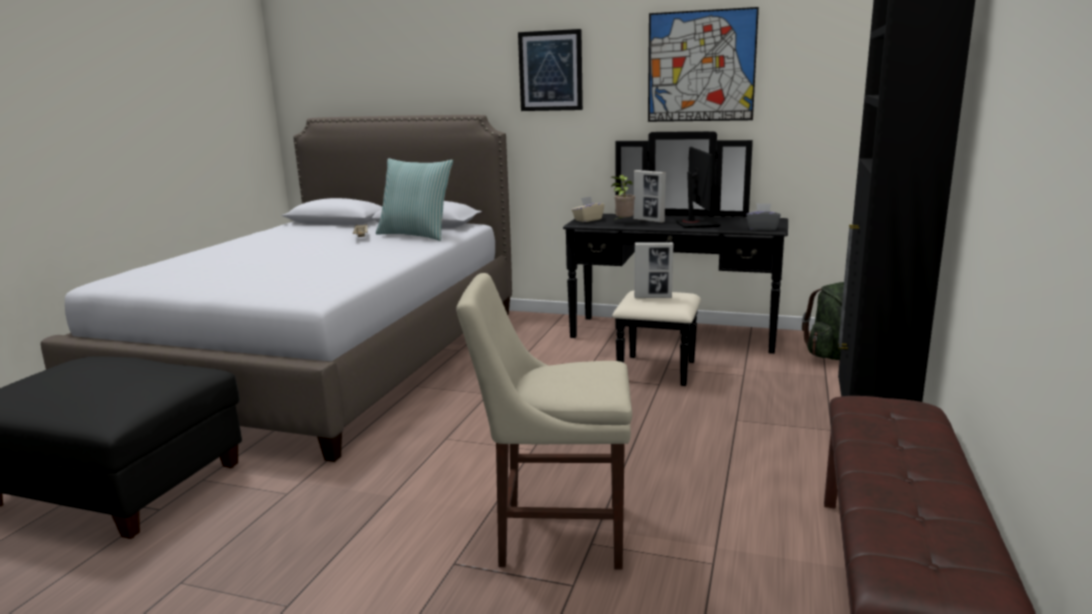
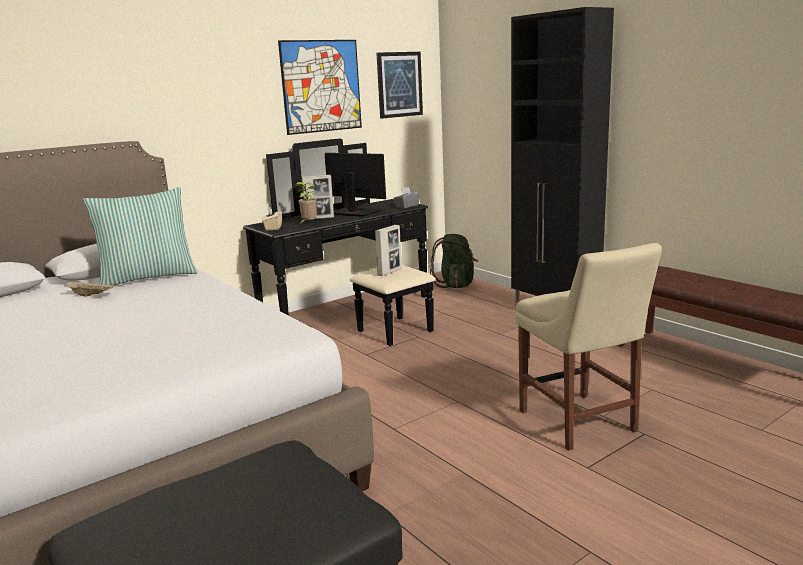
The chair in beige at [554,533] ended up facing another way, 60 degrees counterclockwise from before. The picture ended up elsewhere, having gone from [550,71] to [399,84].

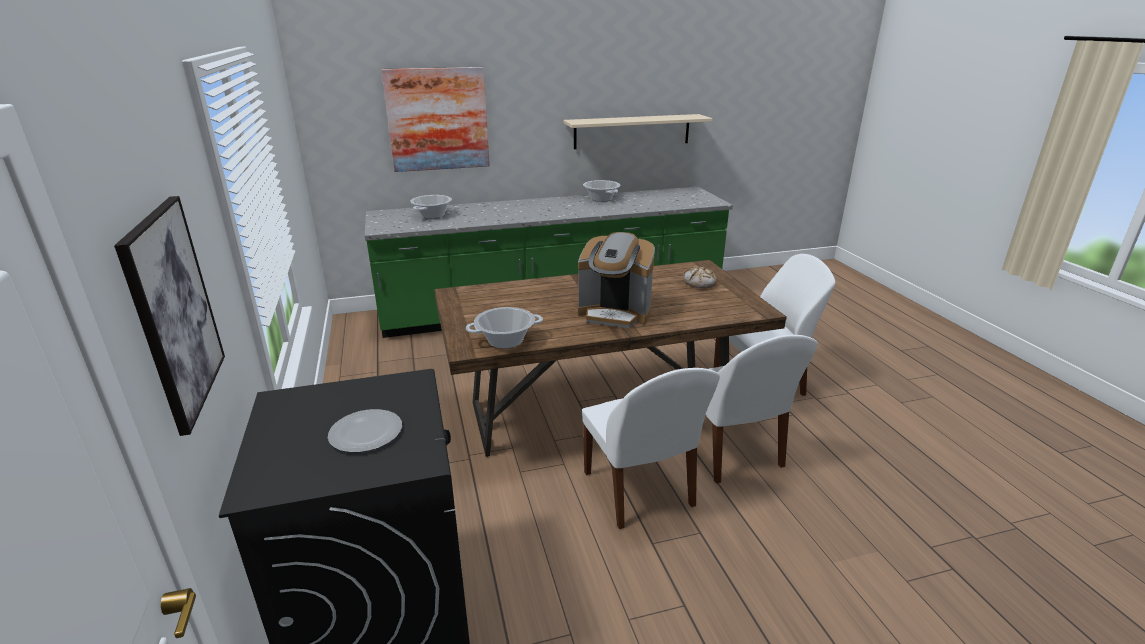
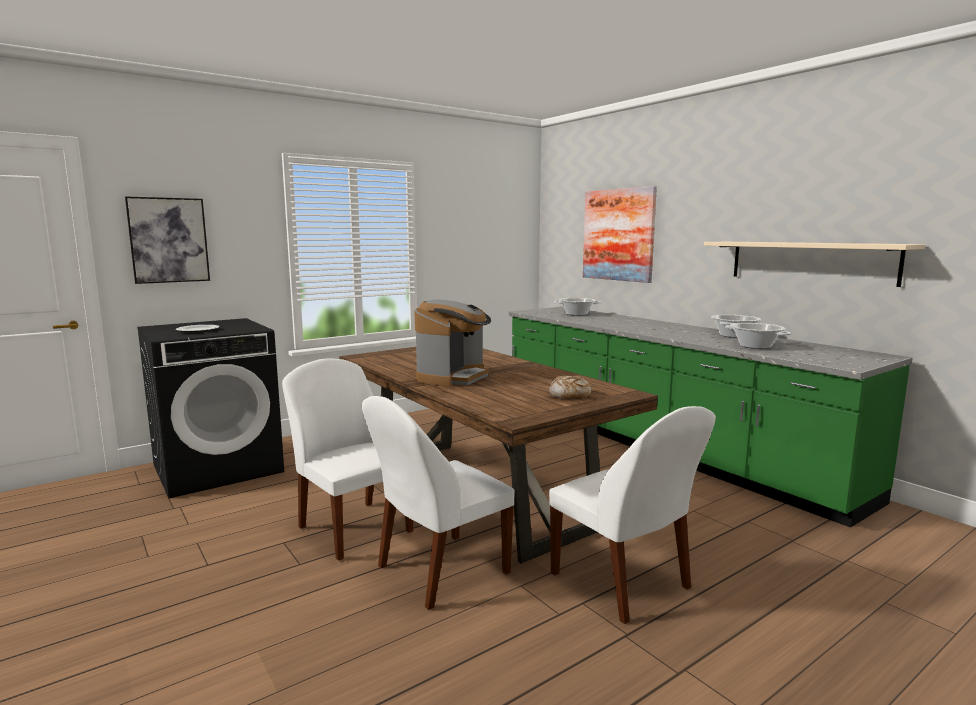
The cooking pot ended up elsewhere, having gone from [505,341] to [755,346]. The coffee machine at [615,313] ended up facing another way, 150 degrees counterclockwise from before. The chair in white at [639,491] ended up facing another way, 90 degrees clockwise from before.

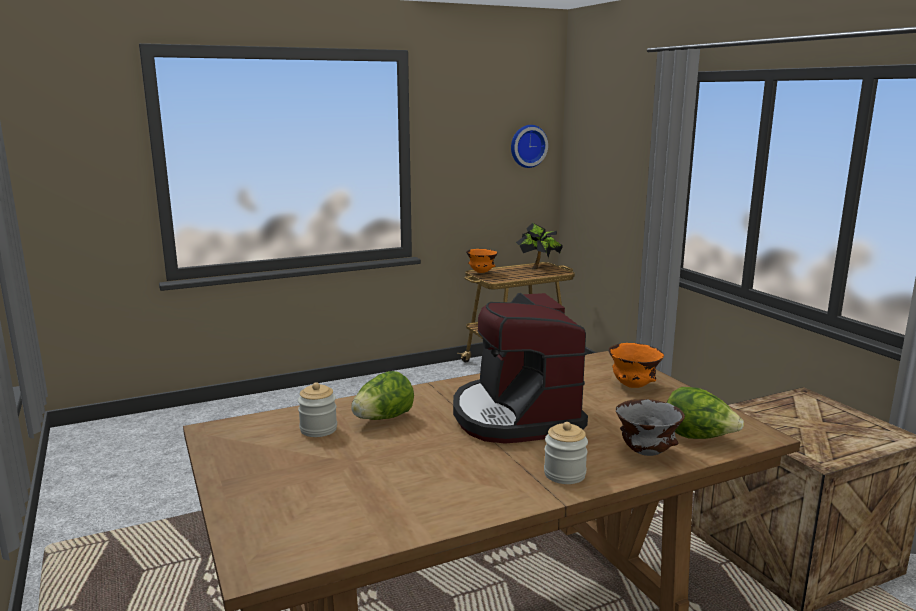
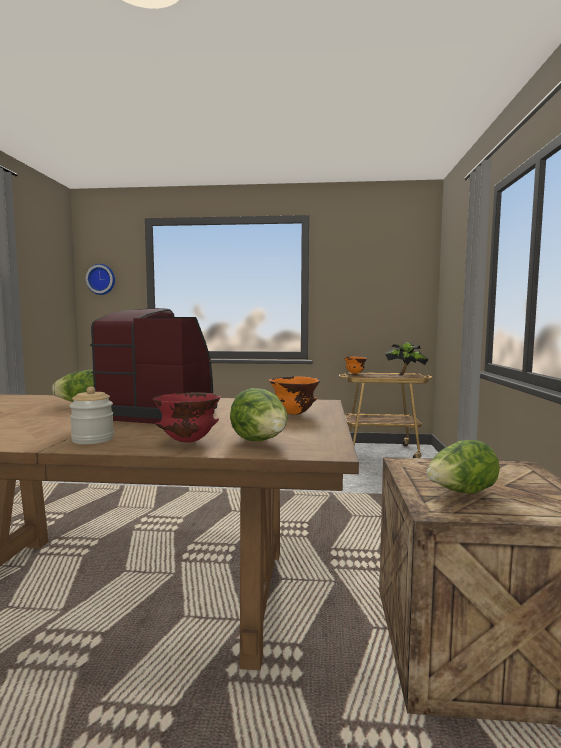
The second view lost the jar at [318,429]. The coffee machine at [515,416] ended up facing another way, 90 degrees clockwise from before. The wall clock ended up elsewhere, having gone from [527,146] to [101,279]. What was the bowl in grey at [645,453] turned into the bowl in red at [187,441]. The second view gained the lettuce at [460,493].

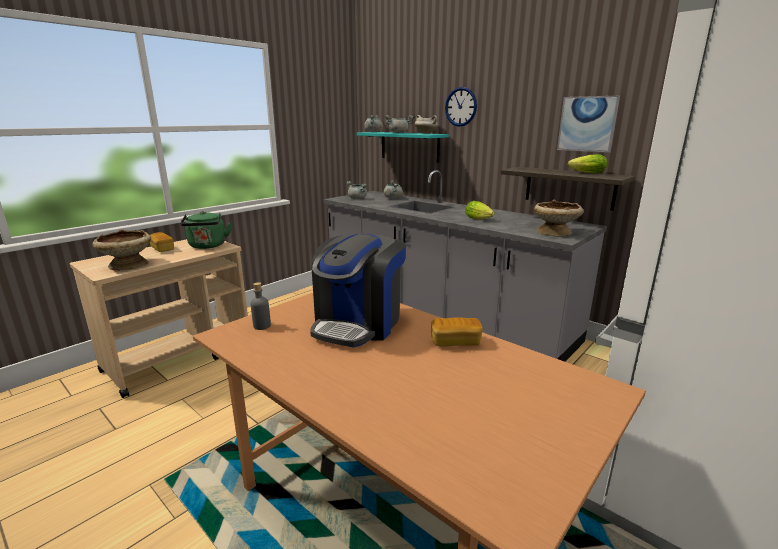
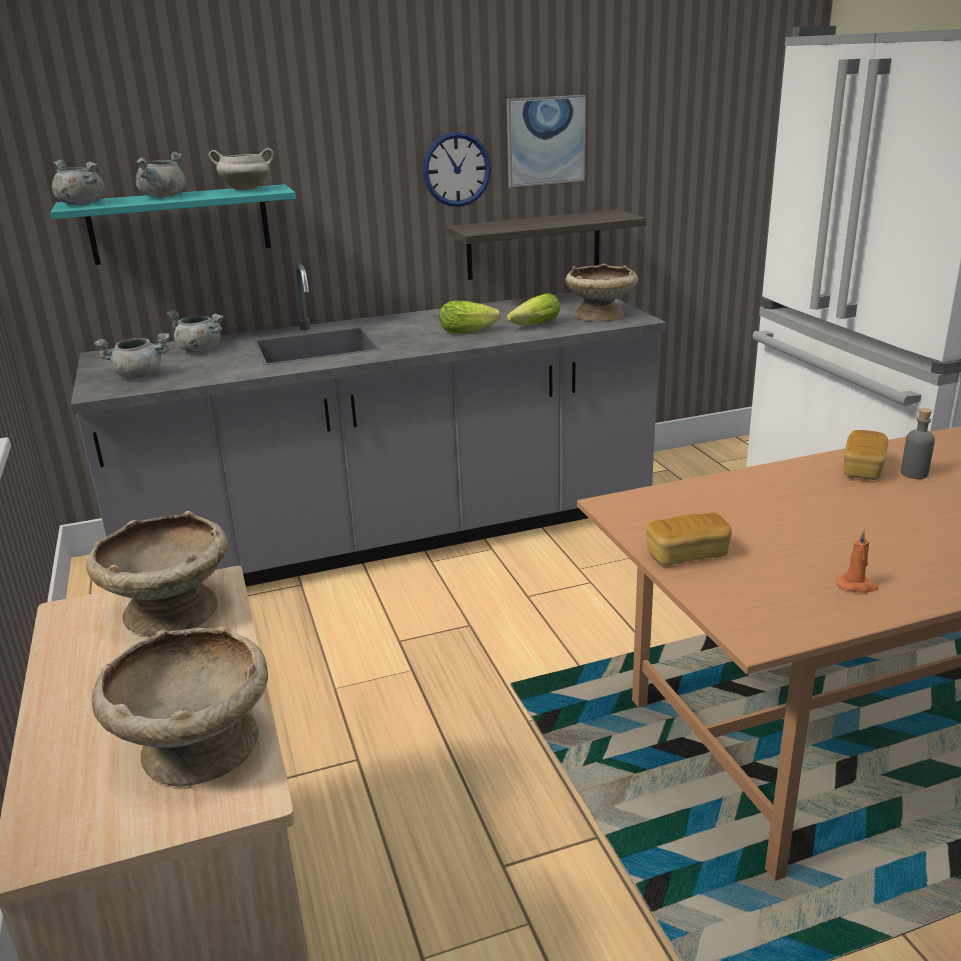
The bread ended up elsewhere, having gone from [162,249] to [687,555]. Where the kettle in green stood at [207,246], the bowl in beige came to stand at [171,609]. The bottle in grey ended up elsewhere, having gone from [262,326] to [914,474]. The second view lost the coffee machine at [358,324]. The wall clock ended up elsewhere, having gone from [460,107] to [456,169]. The lettuce ended up elsewhere, having gone from [585,173] to [532,326]. The second view gained the candle in orange at [856,586].

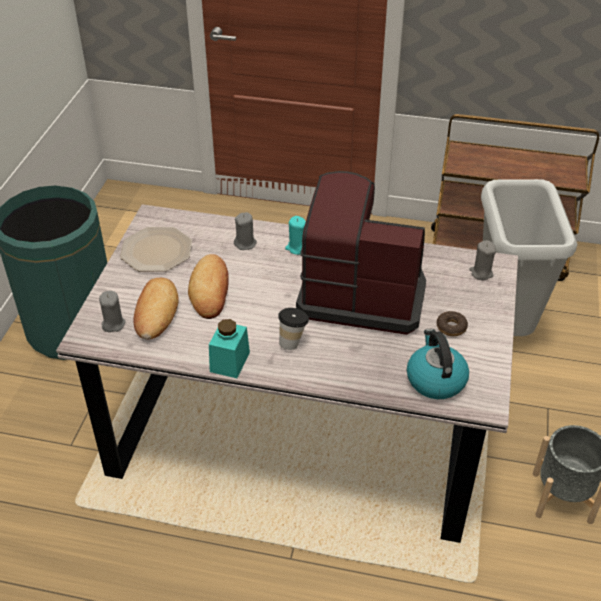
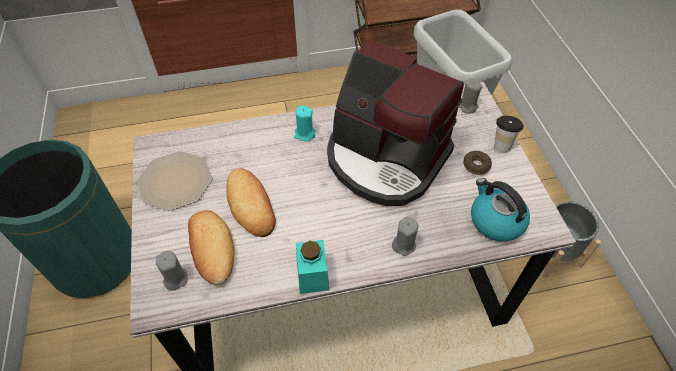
The candle in grey ended up elsewhere, having gone from [245,243] to [404,244]. The cup ended up elsewhere, having gone from [293,342] to [502,144]. The coffee machine at [361,293] ended up facing another way, 135 degrees counterclockwise from before.

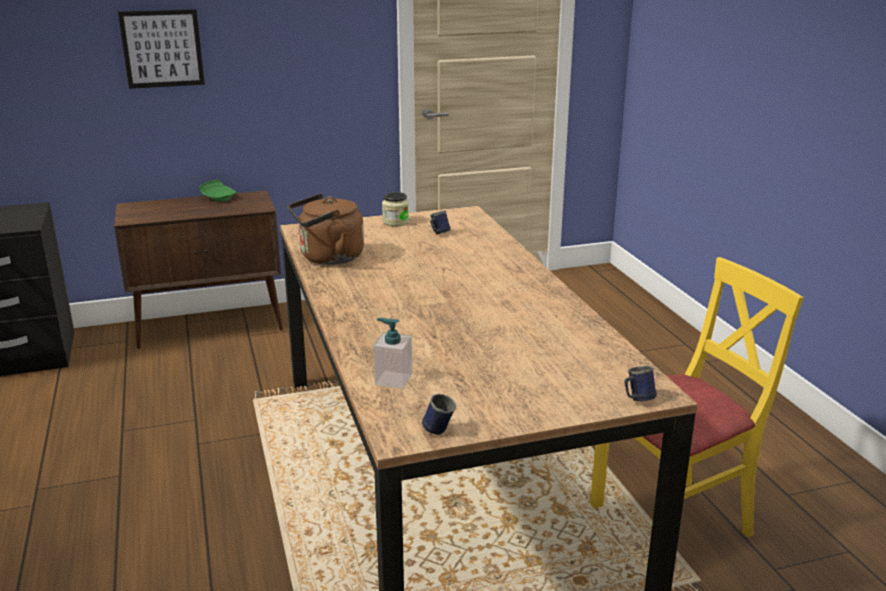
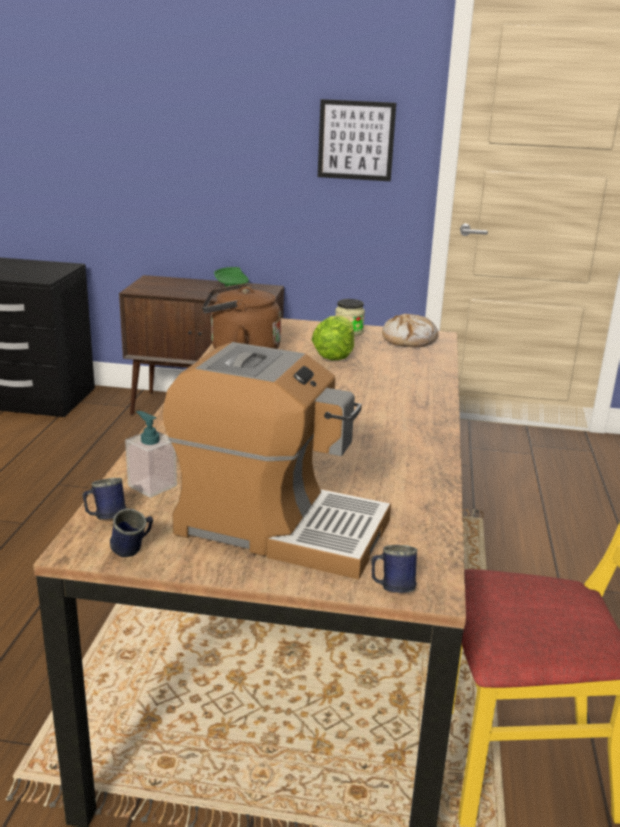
The picture ended up elsewhere, having gone from [162,48] to [356,140]. The mug in blue ended up elsewhere, having gone from [438,234] to [105,517]. The second view gained the coffee machine at [278,527]. The second view gained the lettuce at [334,355]. The second view gained the bread at [409,340].

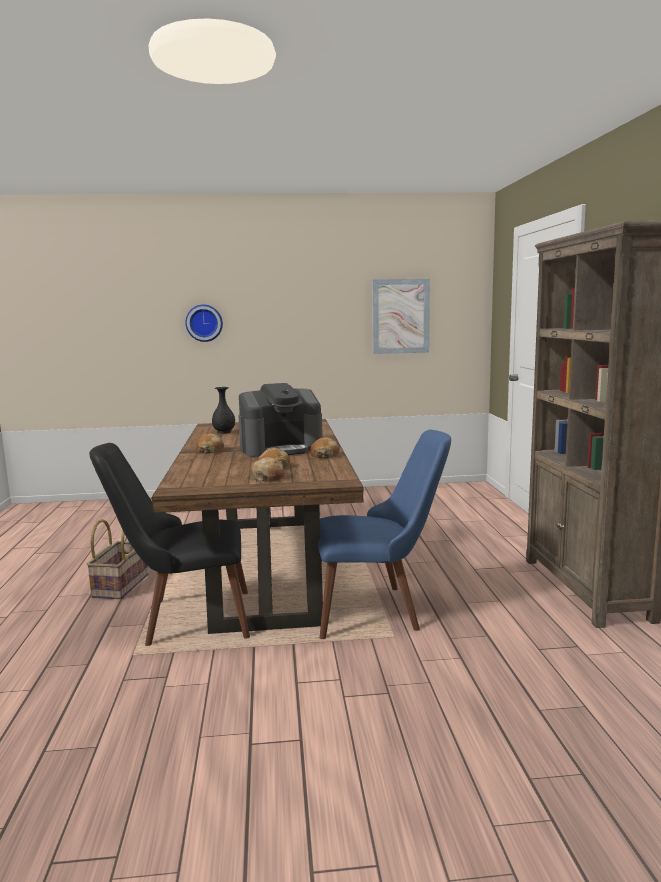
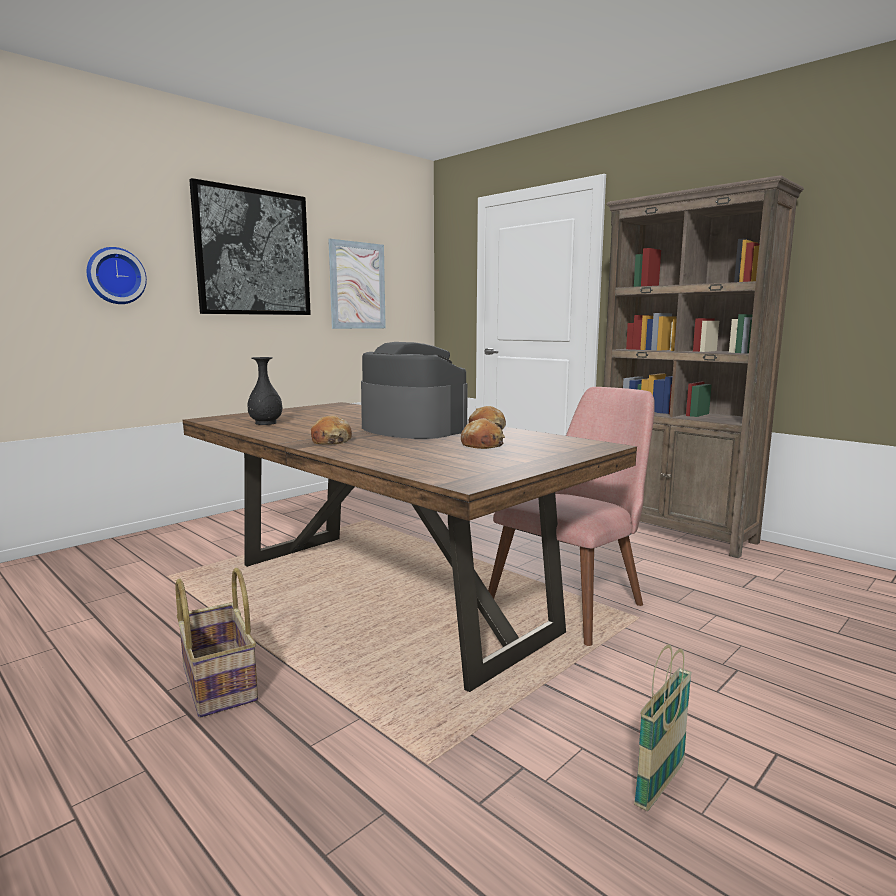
The second view lost the chair in black at [182,620]. The coffee machine at [281,448] ended up facing another way, 75 degrees counterclockwise from before. The second view lost the bread at [268,477]. What was the chair in blue at [378,609] turned into the chair in pink at [575,598]. The second view gained the picture at [253,253]. The second view gained the basket at [660,785].

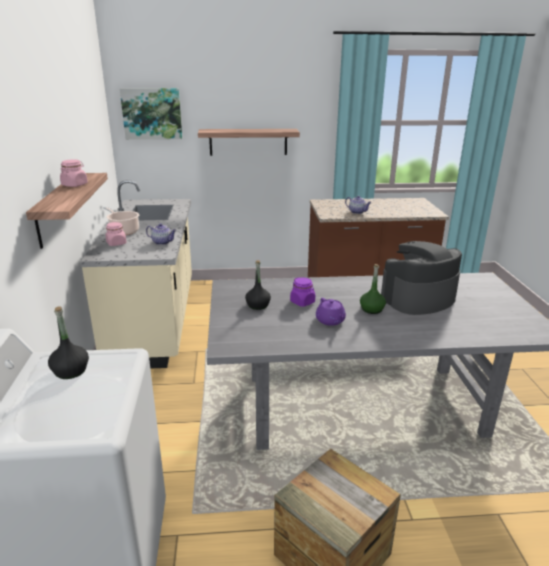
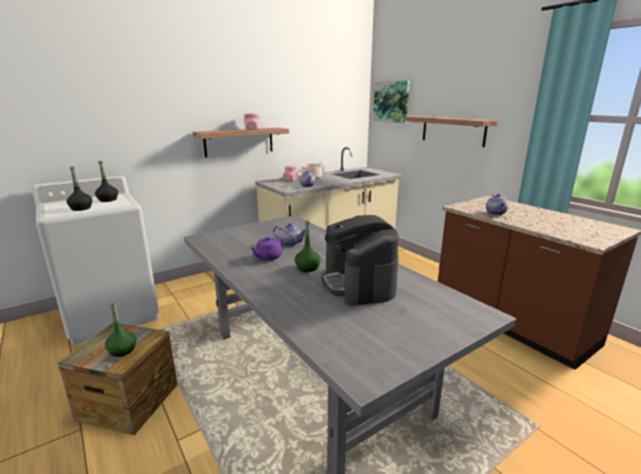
The bottle in black ended up elsewhere, having gone from [258,305] to [81,208]. Where the jar in purple stood at [302,302], the teapot came to stand at [290,243]. The coffee machine at [418,299] ended up facing another way, 135 degrees counterclockwise from before. The second view gained the bottle in green at [122,350].

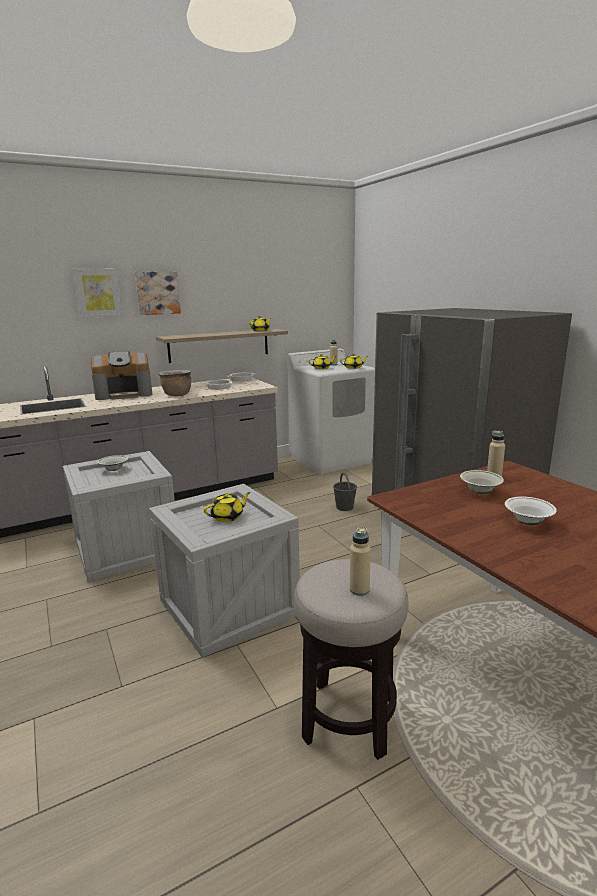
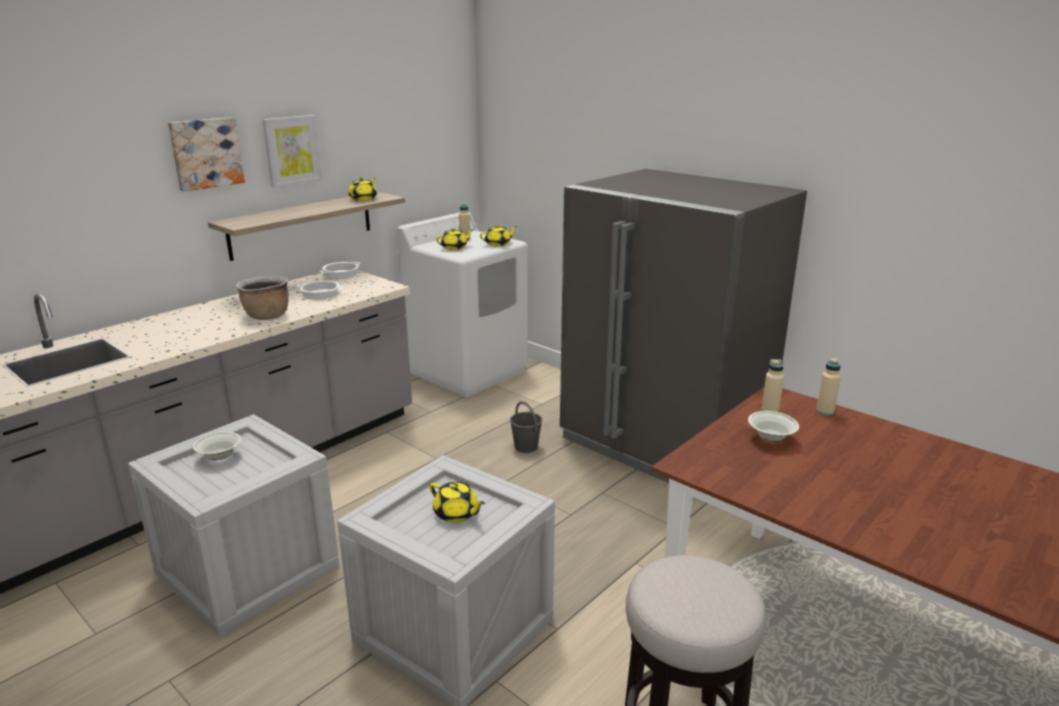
The picture ended up elsewhere, having gone from [98,292] to [292,150]. The second view lost the coffee machine at [124,394]. The teapot in yellow at [228,517] ended up facing another way, 90 degrees clockwise from before. The bottle in beige ended up elsewhere, having gone from [359,590] to [825,412]. The second view lost the bowl in white at [528,523].

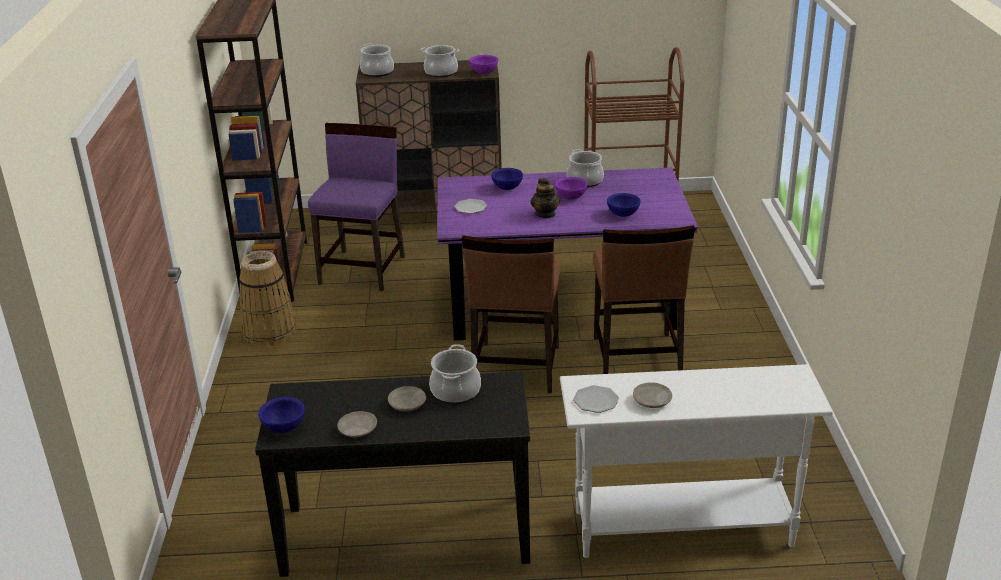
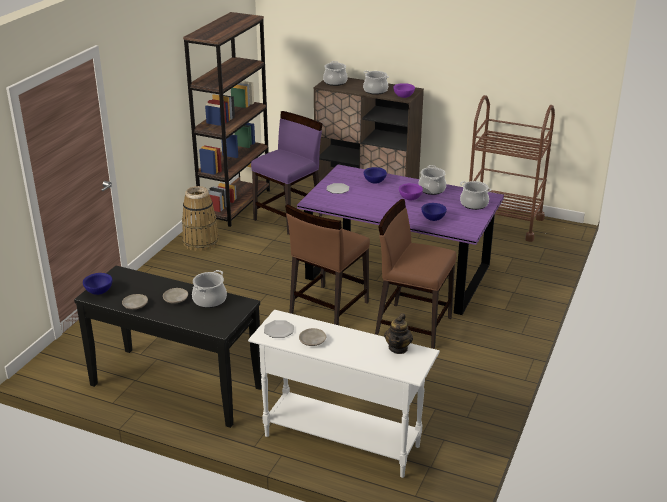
The teapot ended up elsewhere, having gone from [545,214] to [398,348]. The chair in brown at [636,358] ended up facing another way, 90 degrees clockwise from before. The second view gained the cooking pot at [474,204].

